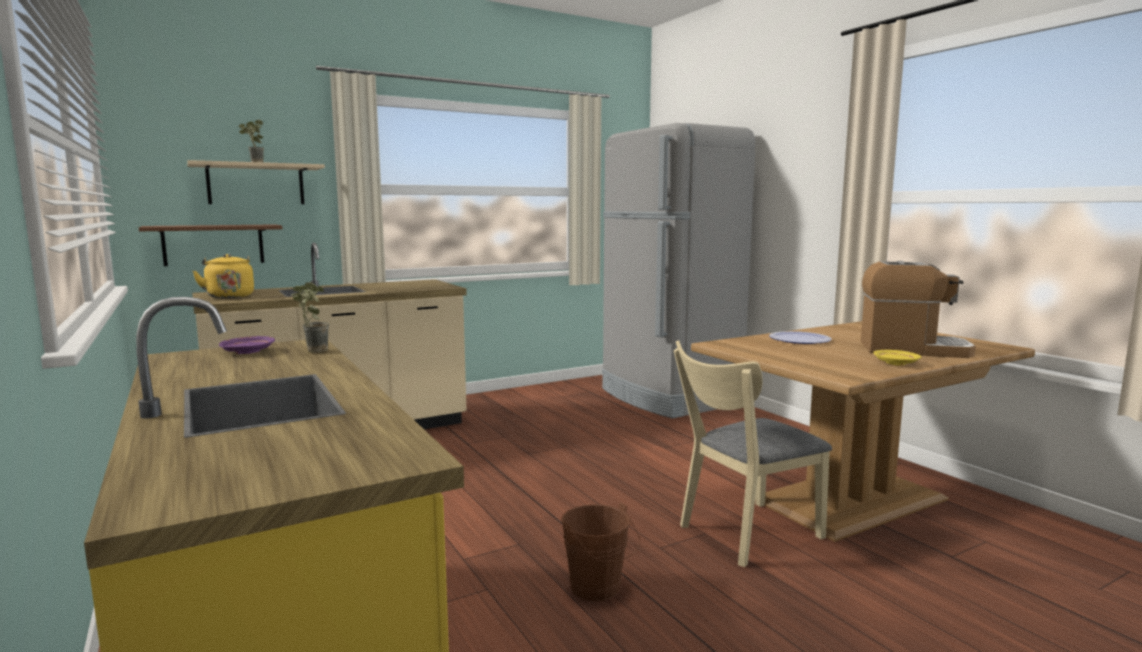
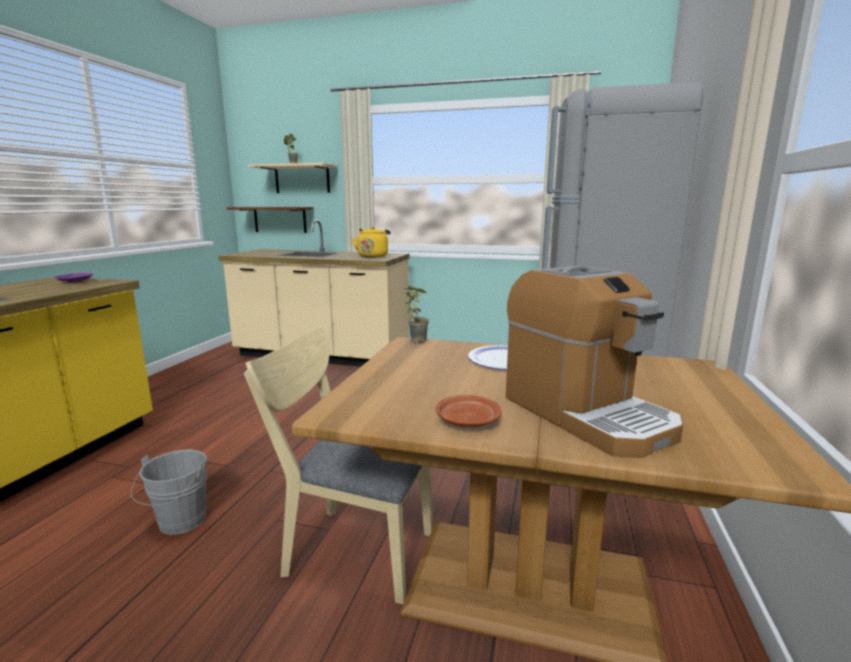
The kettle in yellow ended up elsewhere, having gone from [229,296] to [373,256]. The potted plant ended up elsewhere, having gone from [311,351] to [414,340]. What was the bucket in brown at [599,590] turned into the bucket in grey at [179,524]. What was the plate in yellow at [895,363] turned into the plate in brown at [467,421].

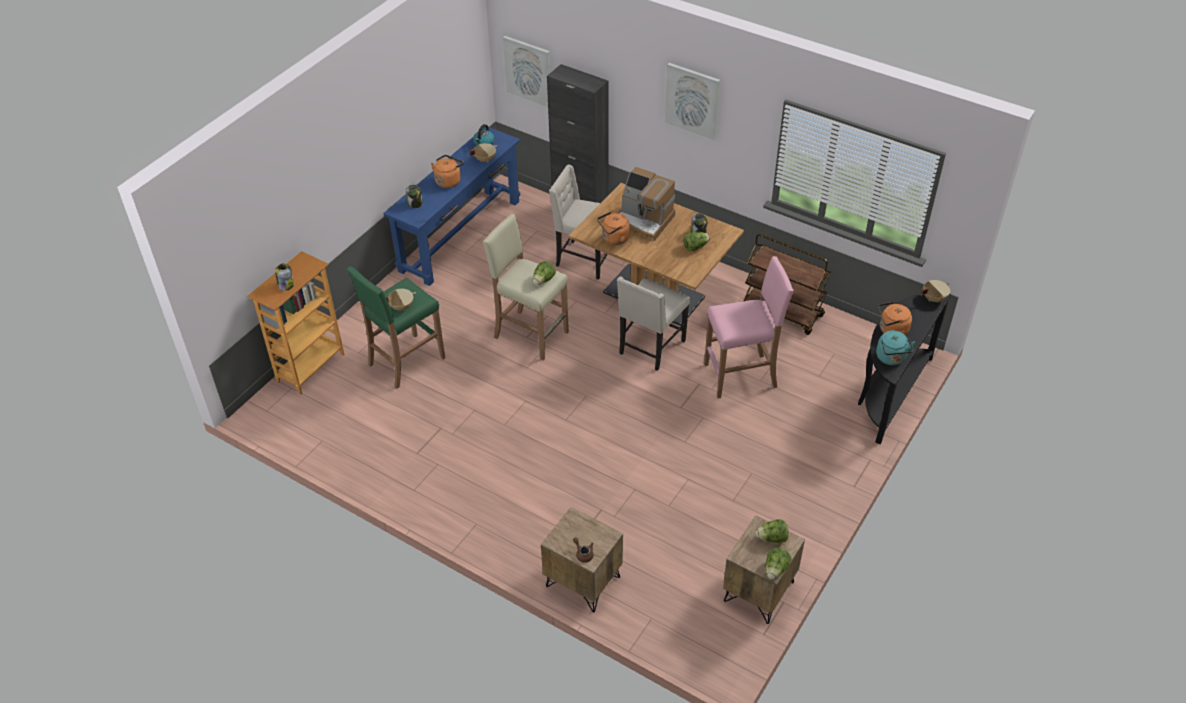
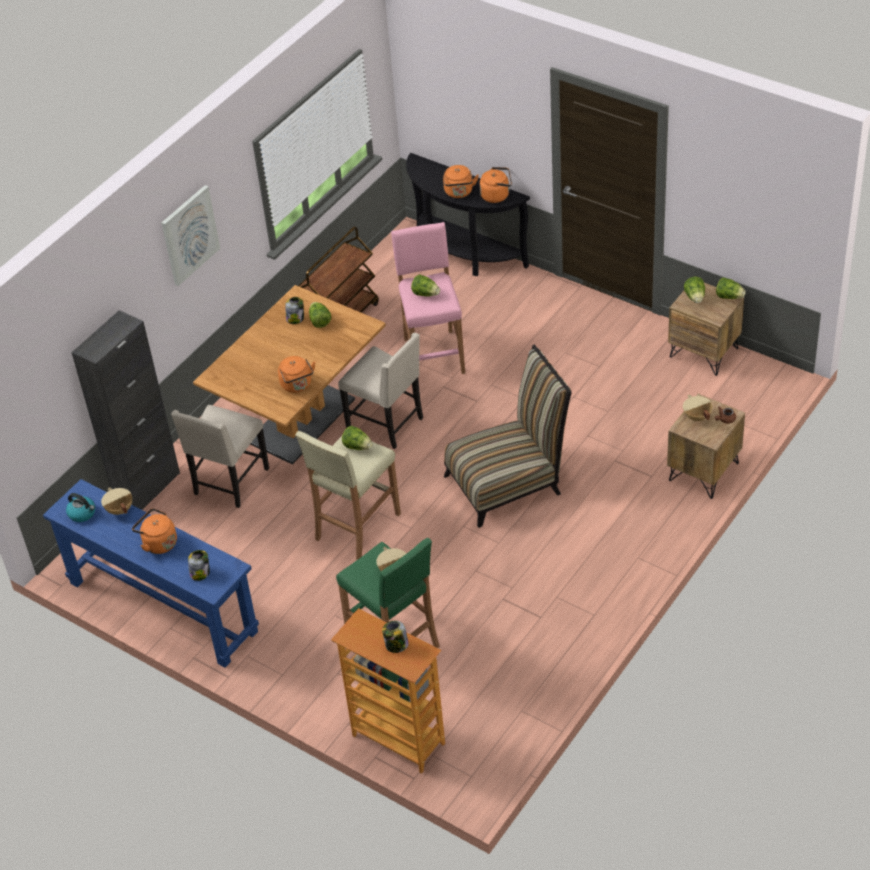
The second view lost the picture at [528,71]. The second view lost the coffee machine at [645,220]. What was the kettle in turquoise at [891,358] turned into the kettle in orange at [497,195]. The cooking pot in beige ended up elsewhere, having gone from [933,298] to [696,417]. The second view gained the lettuce at [426,294]. The second view gained the chair at [509,482].

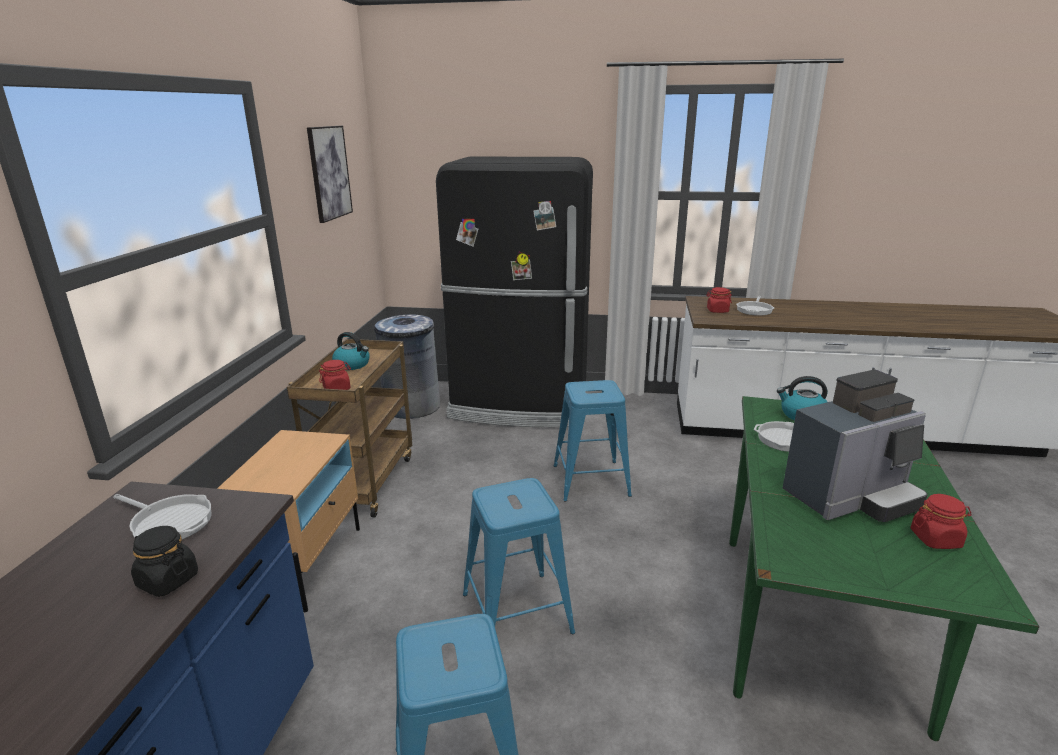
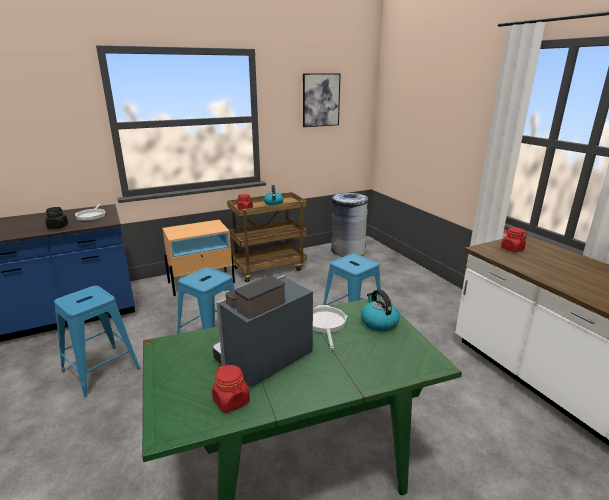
The second view lost the fridge in black at [520,405]. The second view lost the frying pan at [754,310]. The coffee machine at [851,498] ended up facing another way, 105 degrees clockwise from before.

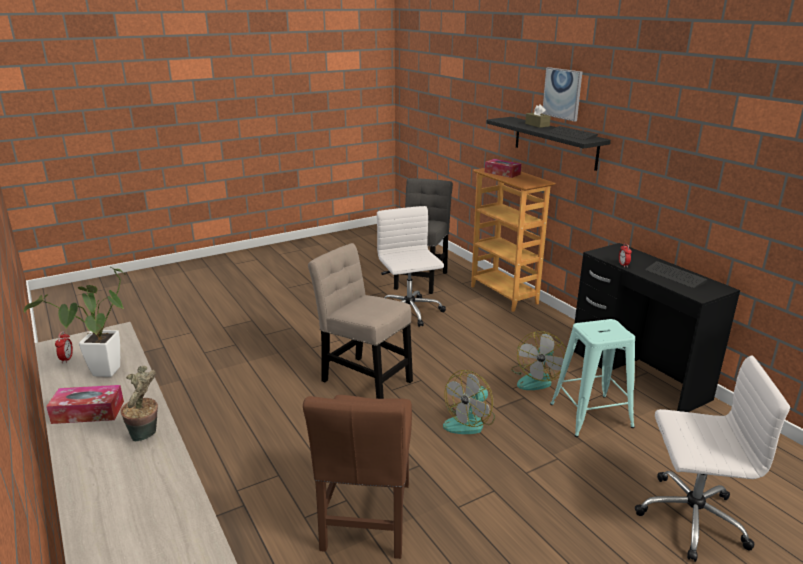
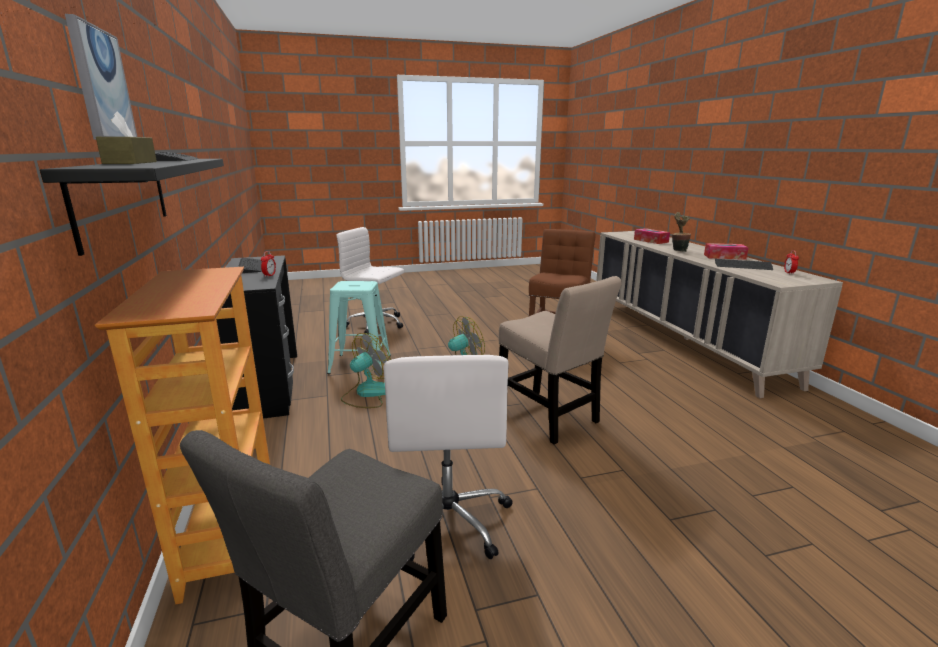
Where the potted plant stood at [103,375], the keyboard came to stand at [743,266]. The tissue box ended up elsewhere, having gone from [502,173] to [651,241].

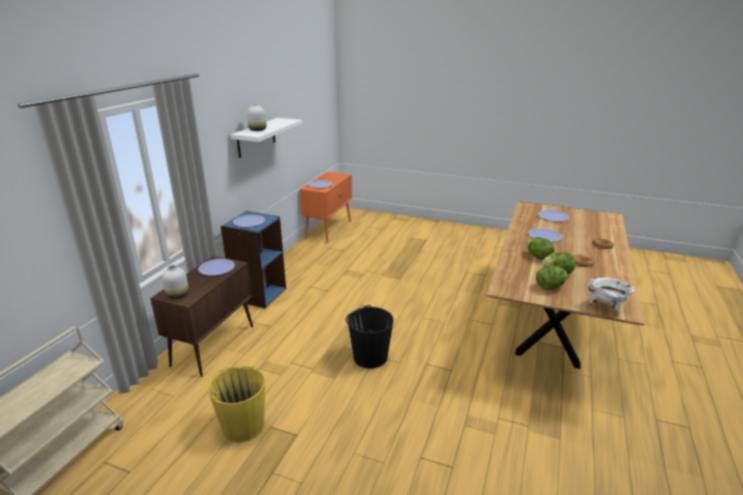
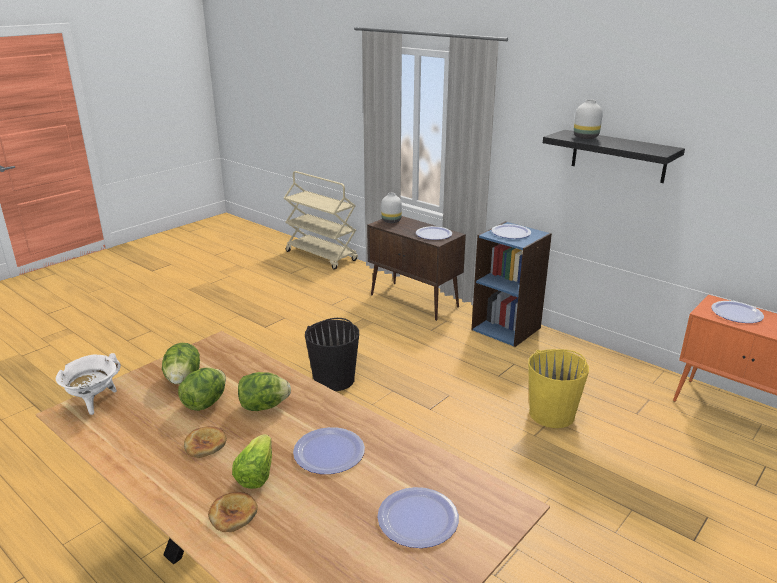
The bucket in yellow ended up elsewhere, having gone from [243,425] to [552,414]. What was the shelf in white at [256,137] turned into the shelf in black at [618,156]. The second view gained the lettuce at [256,474].

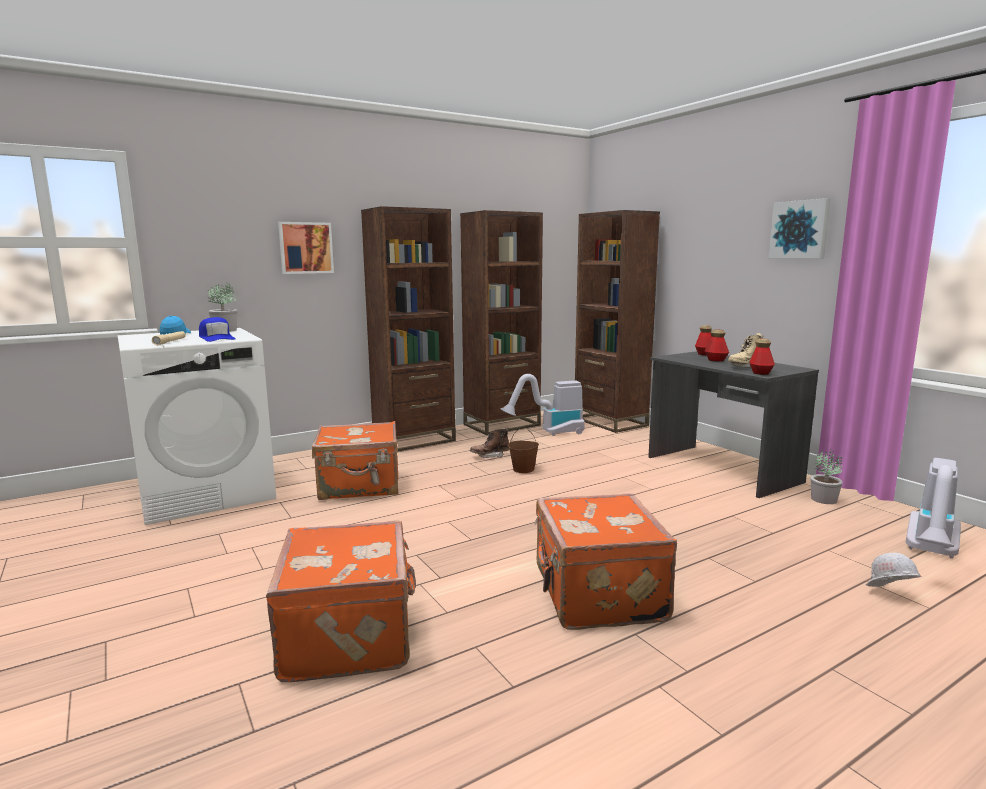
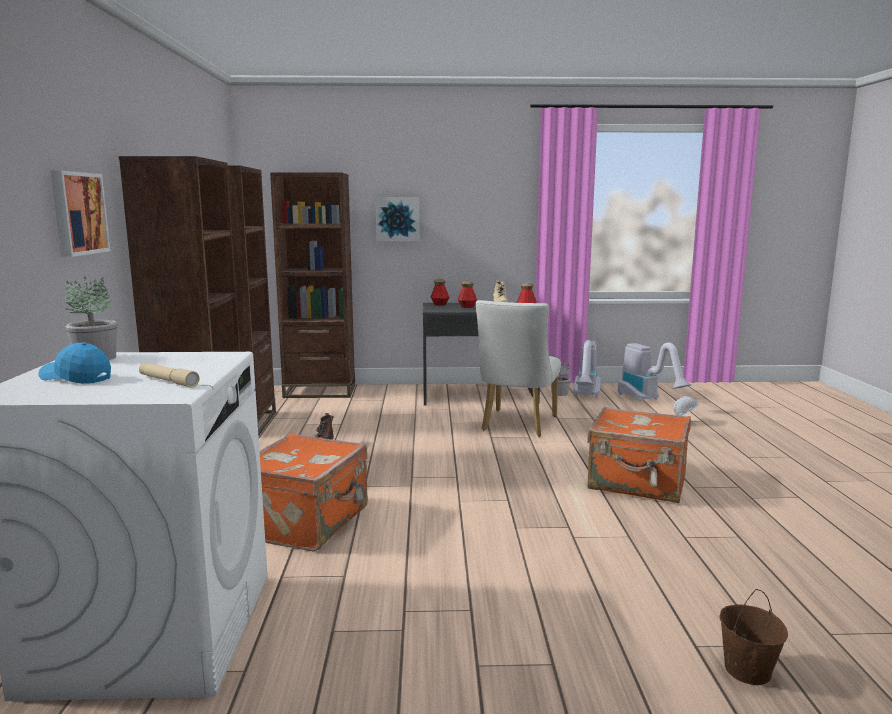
The second view lost the cap in blue at [216,338]. The second view lost the suitcase in orange at [350,635]. The vacuum cleaner ended up elsewhere, having gone from [549,433] to [586,397]. The bucket in brown ended up elsewhere, having gone from [523,469] to [746,670]. The picture ended up elsewhere, having gone from [800,229] to [397,219]. The second view gained the chair in white at [516,425].

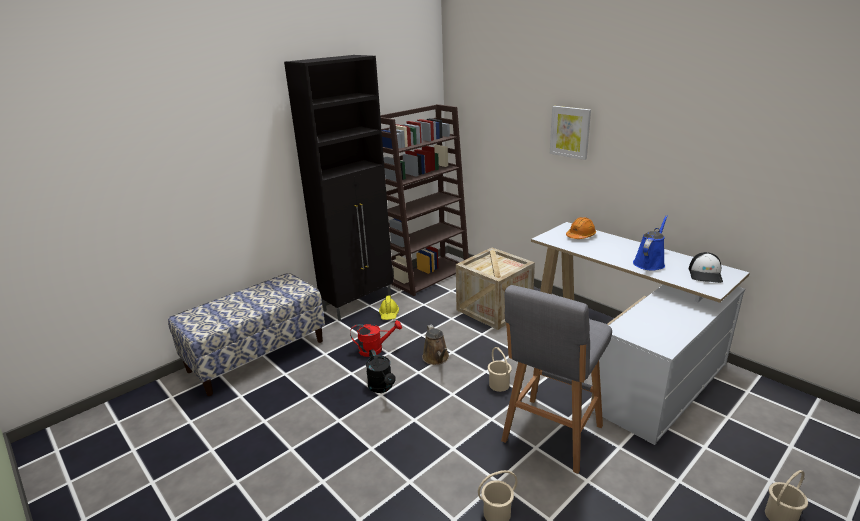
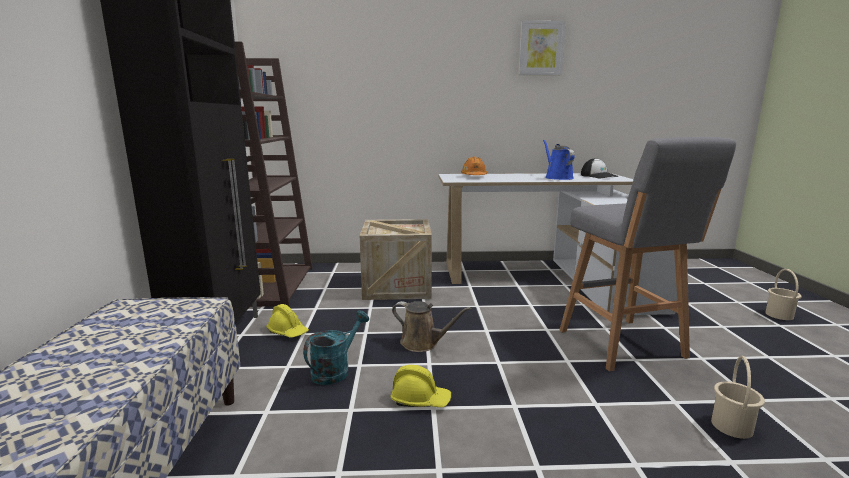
What was the watering can in red at [375,349] turned into the watering can in turquoise at [335,370]. Where the watering can in black stood at [382,387], the hard hat in yellow came to stand at [420,400]. The second view lost the bucket in beige at [499,384]. The picture ended up elsewhere, having gone from [570,132] to [541,48].

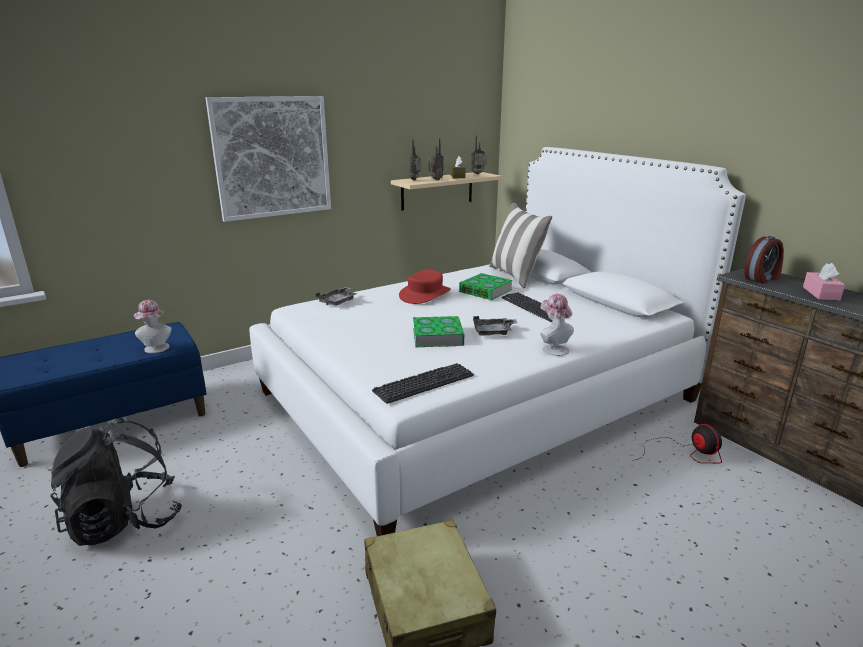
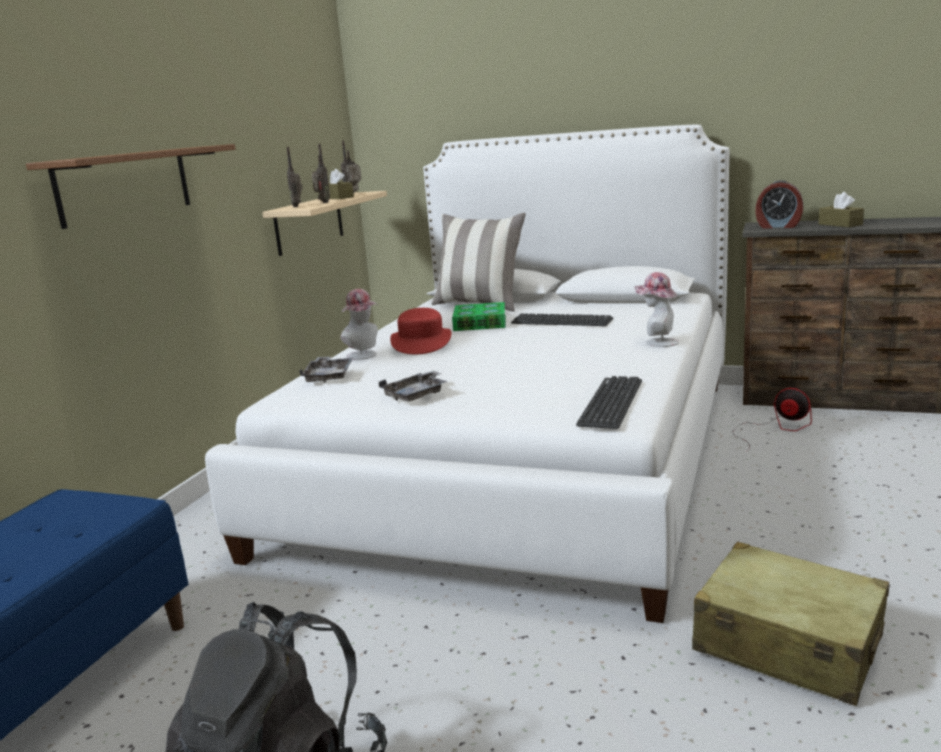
The hat ended up elsewhere, having gone from [156,349] to [365,355]. Where the picture hung at [272,157], the shelf in brown came to hang at [125,185]. The second view lost the book at [437,336]. The tray in grey ended up elsewhere, having gone from [493,332] to [416,395]. The alarm clock at [762,278] ended up facing another way, 90 degrees clockwise from before. What was the tissue box in pink at [821,293] turned into the tissue box in brown at [840,224].

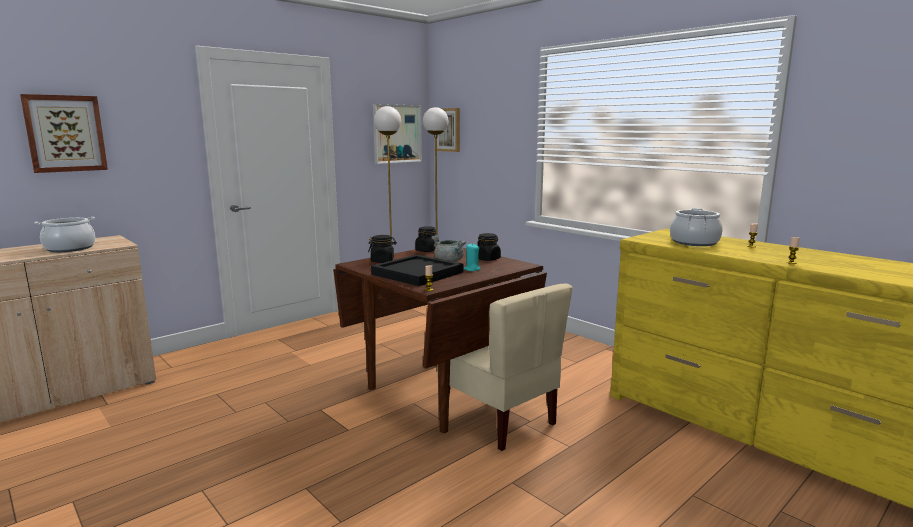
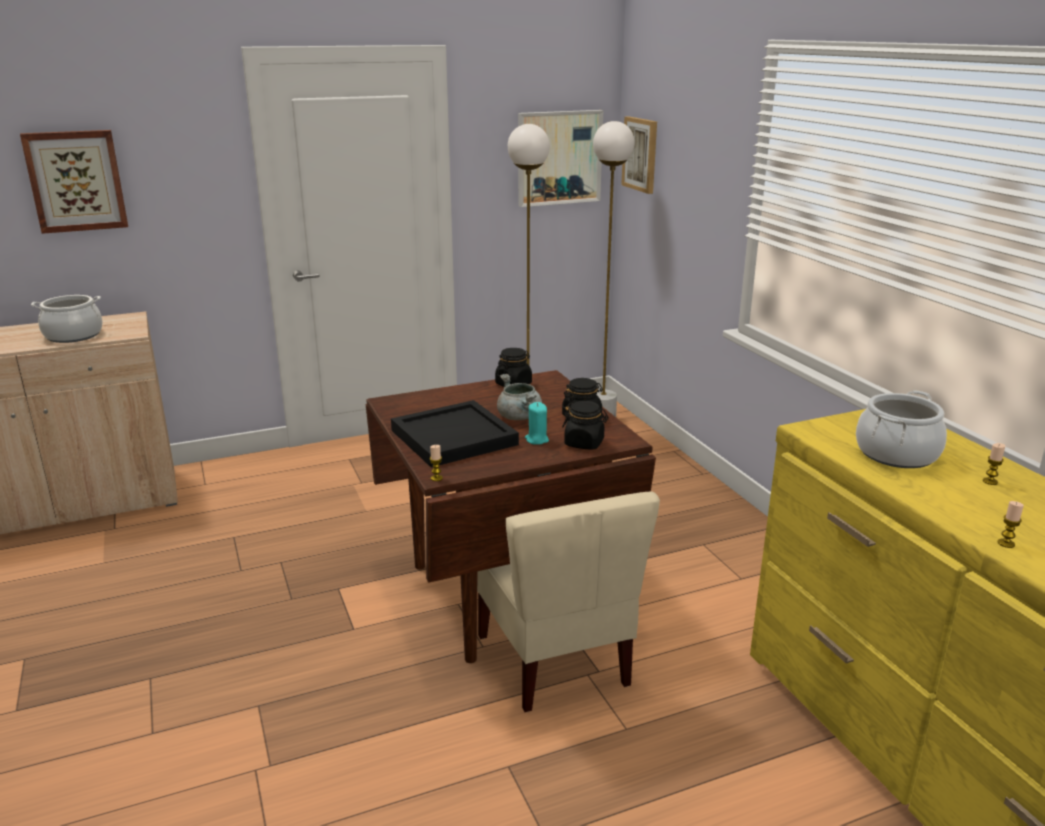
The jar in black ended up elsewhere, having gone from [382,261] to [584,443].

